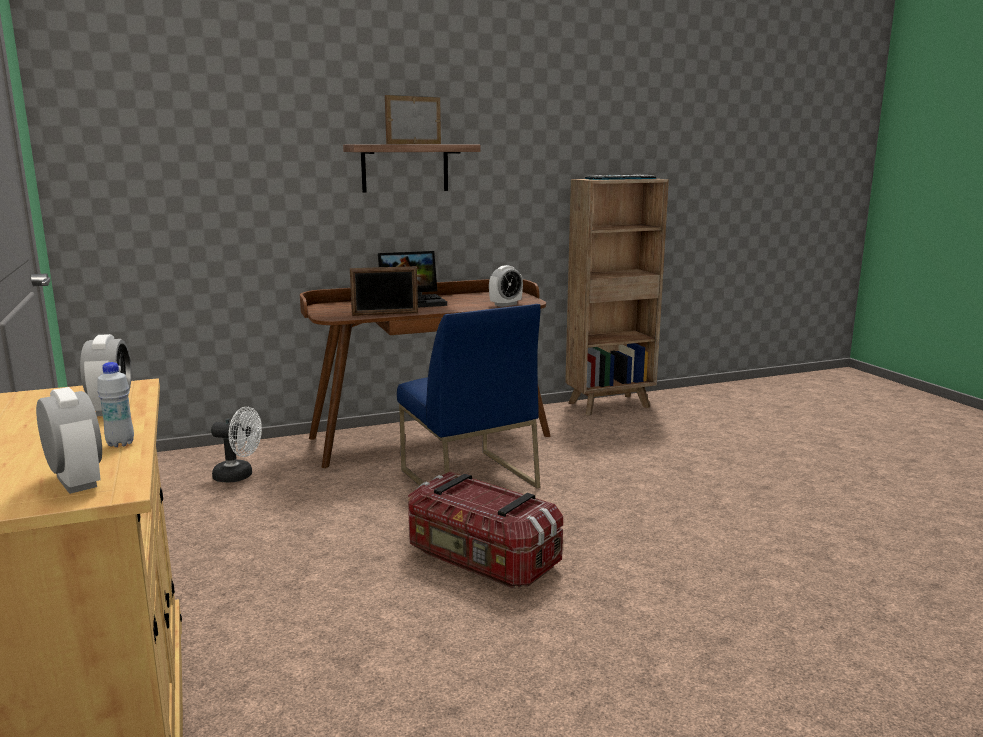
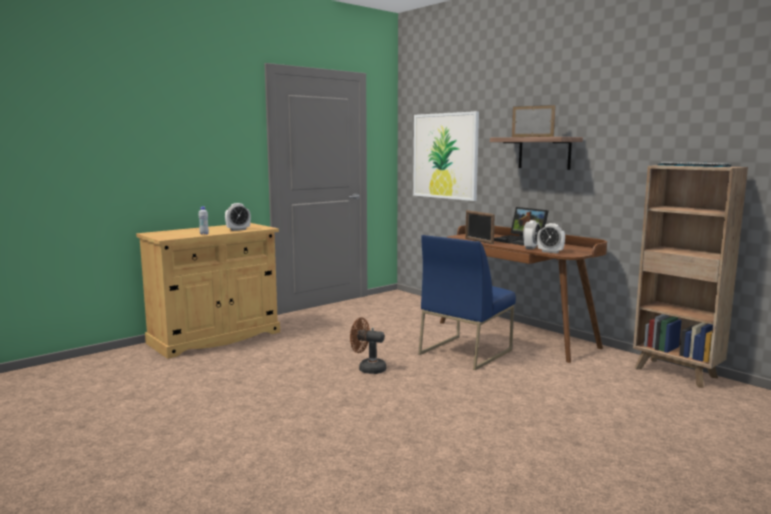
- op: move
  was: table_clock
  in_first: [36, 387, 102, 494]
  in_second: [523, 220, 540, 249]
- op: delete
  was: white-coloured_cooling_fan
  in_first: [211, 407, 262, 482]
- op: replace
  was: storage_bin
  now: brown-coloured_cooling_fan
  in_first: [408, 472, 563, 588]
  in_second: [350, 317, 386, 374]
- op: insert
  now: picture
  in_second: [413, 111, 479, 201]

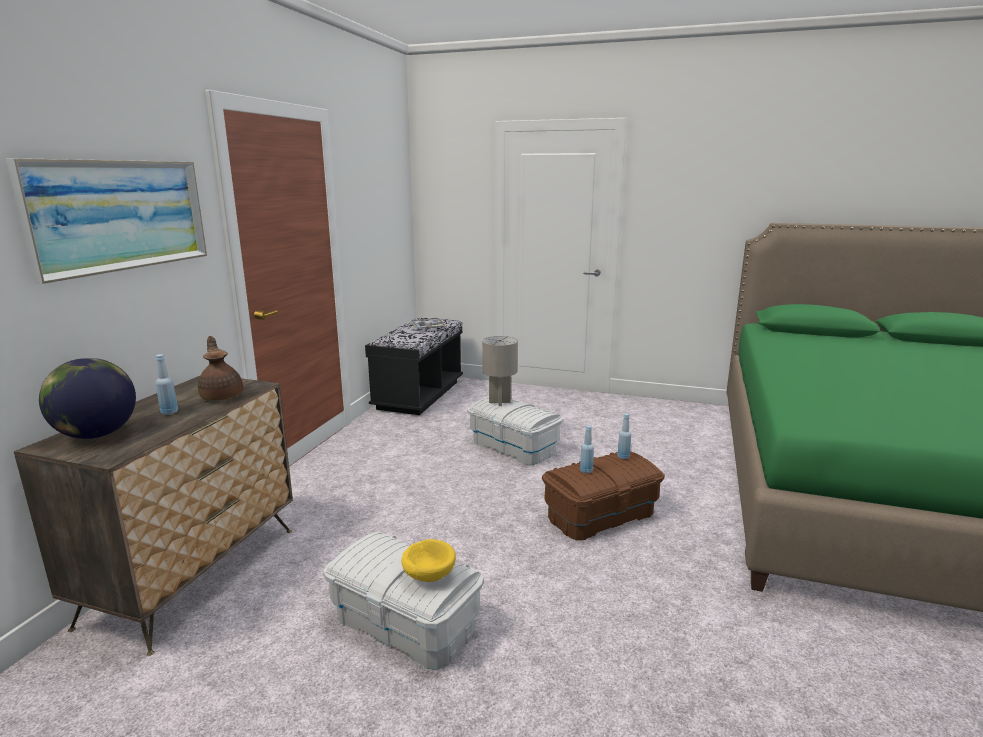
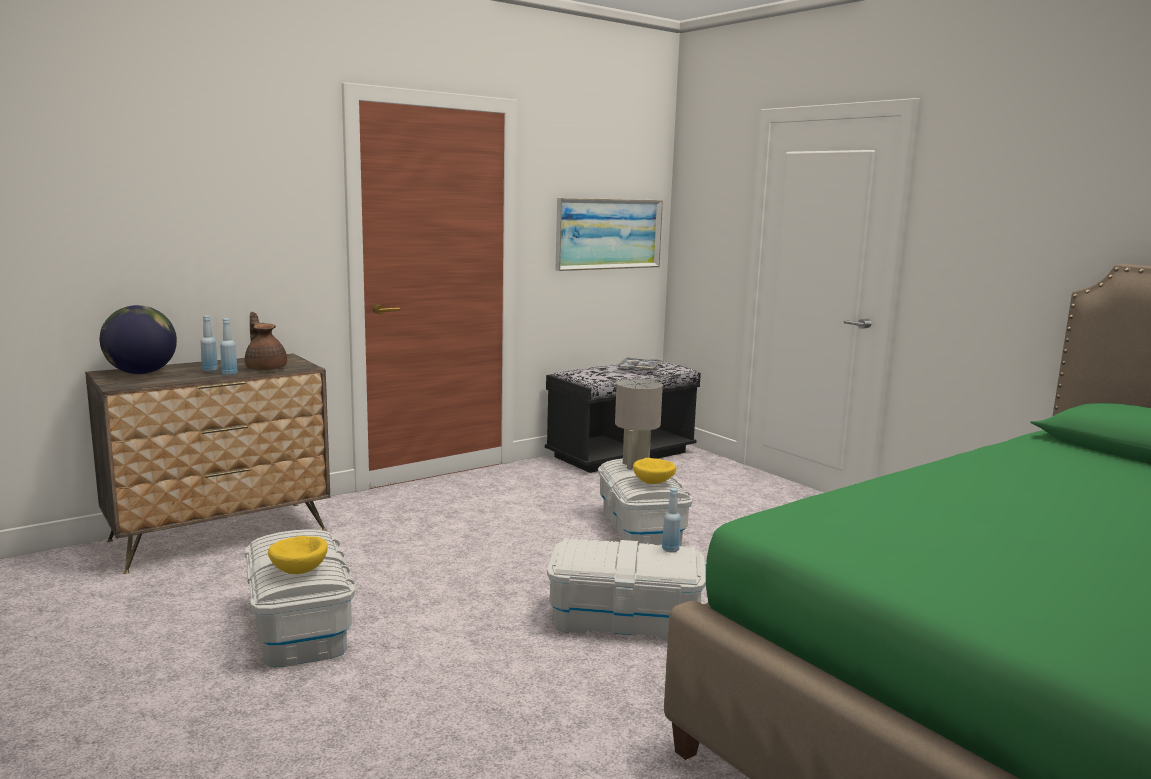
- op: move
  was: picture
  in_first: [6, 158, 207, 284]
  in_second: [556, 198, 663, 271]
- op: rotate
  was: brown-coloured_teapot
  in_first: [198, 336, 243, 401]
  in_second: [245, 312, 287, 371]
  clockwise: -45
- op: recolor
  was: brown-coloured_storage_bin
  now: white-coloured_storage_bin
  in_first: [542, 451, 665, 541]
  in_second: [547, 538, 706, 640]
- op: move
  was: bluish_drink_bottle
  in_first: [580, 425, 594, 473]
  in_second: [220, 318, 238, 376]
- op: insert
  now: yellow-coloured_serving_bowl
  in_second: [633, 458, 677, 484]

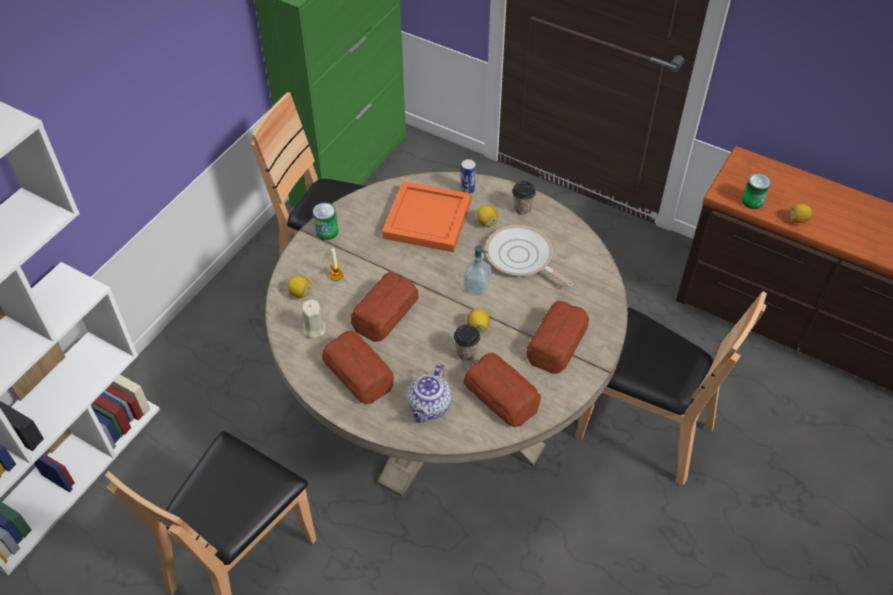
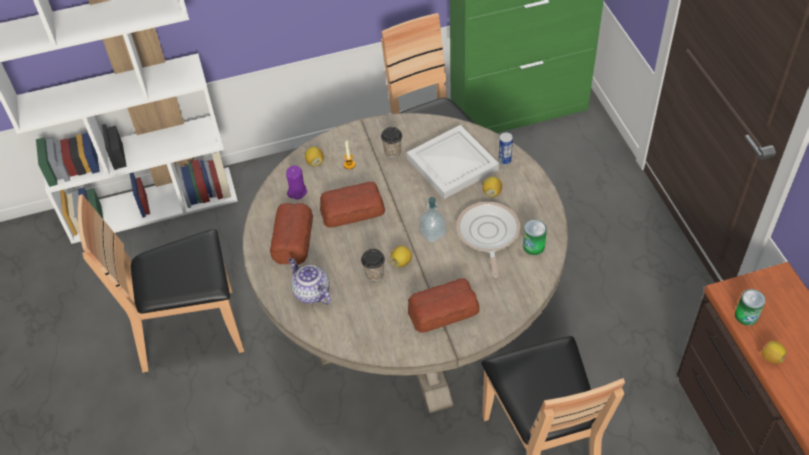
- op: recolor
  was: sand-coloured_wax_candle
  now: purplish_wax_candle
  in_first: [301, 300, 325, 339]
  in_second: [286, 165, 307, 200]
- op: move
  was: metal_can
  in_first: [313, 202, 338, 240]
  in_second: [523, 219, 547, 255]
- op: recolor
  was: orangey_carrying_tray
  now: white-coloured_carrying_tray
  in_first: [382, 181, 472, 253]
  in_second: [407, 125, 499, 199]
- op: rotate
  was: teapot
  in_first: [407, 363, 452, 423]
  in_second: [288, 258, 331, 305]
  clockwise: 75
- op: delete
  was: baked_bread
  in_first: [463, 353, 541, 427]
- op: move
  was: drinking_cup
  in_first: [512, 181, 536, 215]
  in_second: [381, 127, 402, 157]

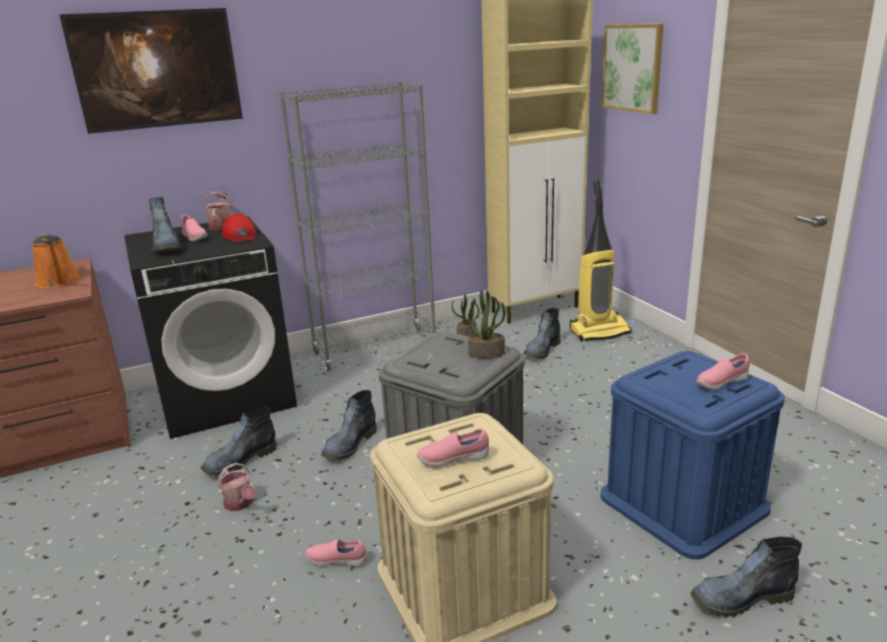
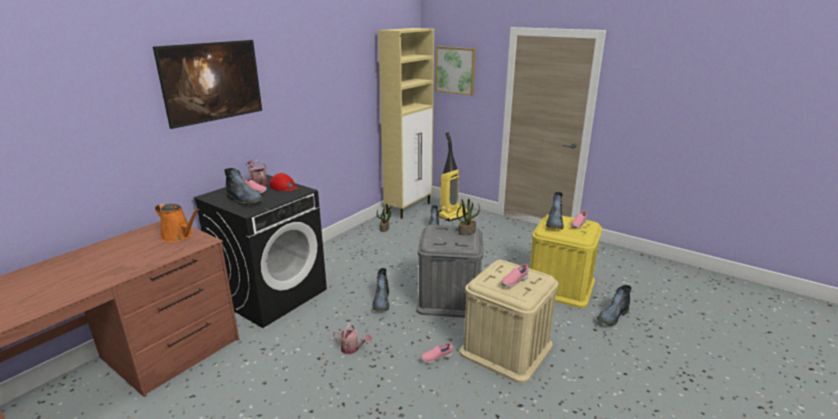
- op: move
  was: boot
  in_first: [201, 407, 277, 476]
  in_second: [546, 192, 564, 229]
- op: delete
  was: greyish_bookshelf
  in_first: [279, 81, 436, 371]
- op: recolor
  was: bluish_storage_bin
  now: yellow-coloured_storage_bin
  in_first: [601, 351, 785, 560]
  in_second: [530, 214, 602, 308]

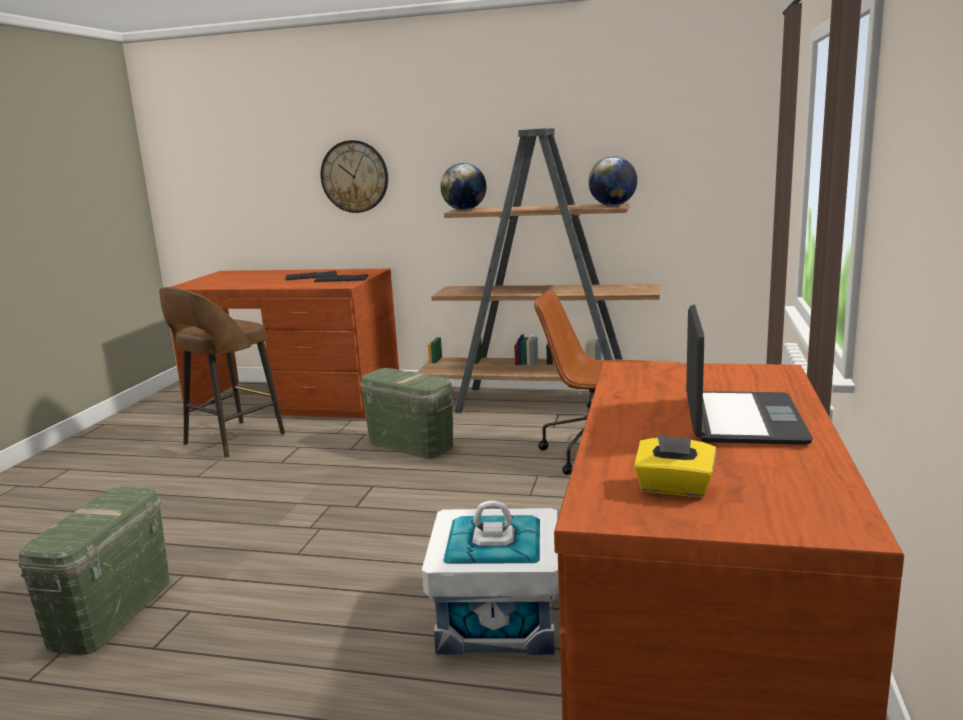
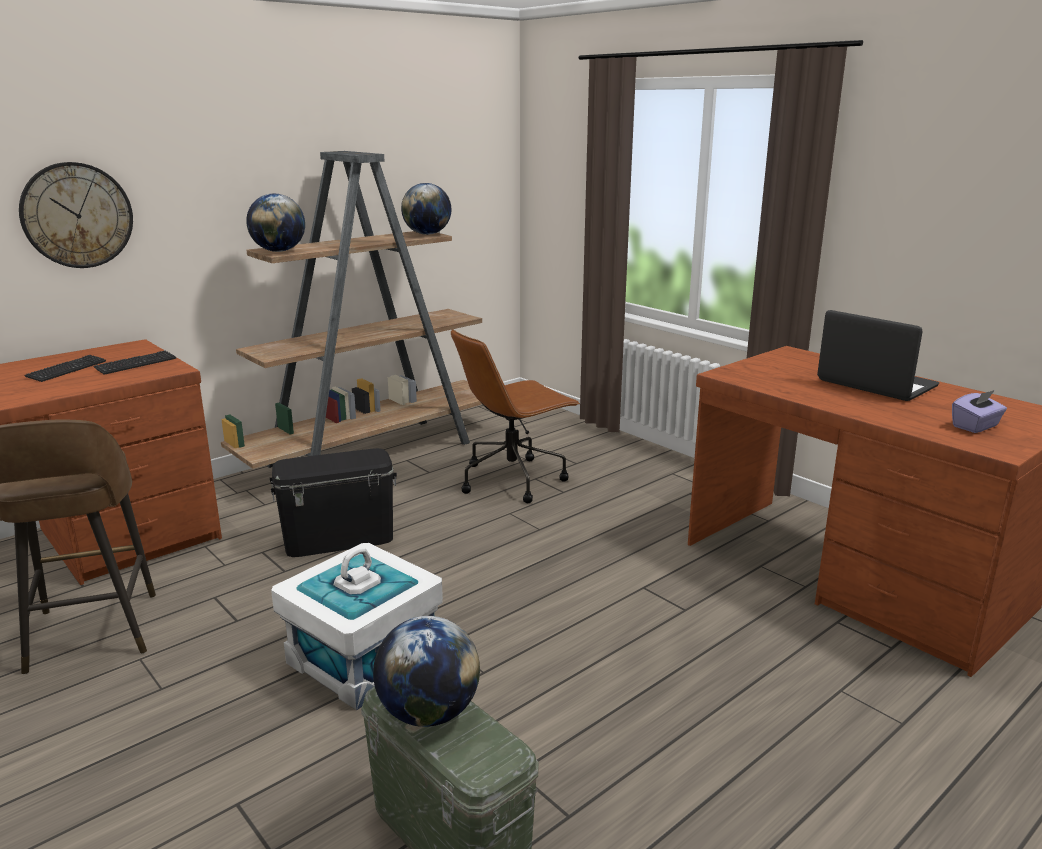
- op: recolor
  was: green-coloured_storage_bin
  now: blackish_storage_bin
  in_first: [360, 368, 454, 459]
  in_second: [269, 448, 397, 557]
- op: move
  was: white-coloured_storage_bin
  in_first: [422, 500, 559, 655]
  in_second: [271, 543, 443, 710]
- op: recolor
  was: yellow-coloured_box_of_tissues
  now: purplish_box_of_tissues
  in_first: [634, 434, 716, 497]
  in_second: [952, 390, 1007, 433]
- op: insert
  now: desk_globe
  in_second: [373, 616, 480, 727]

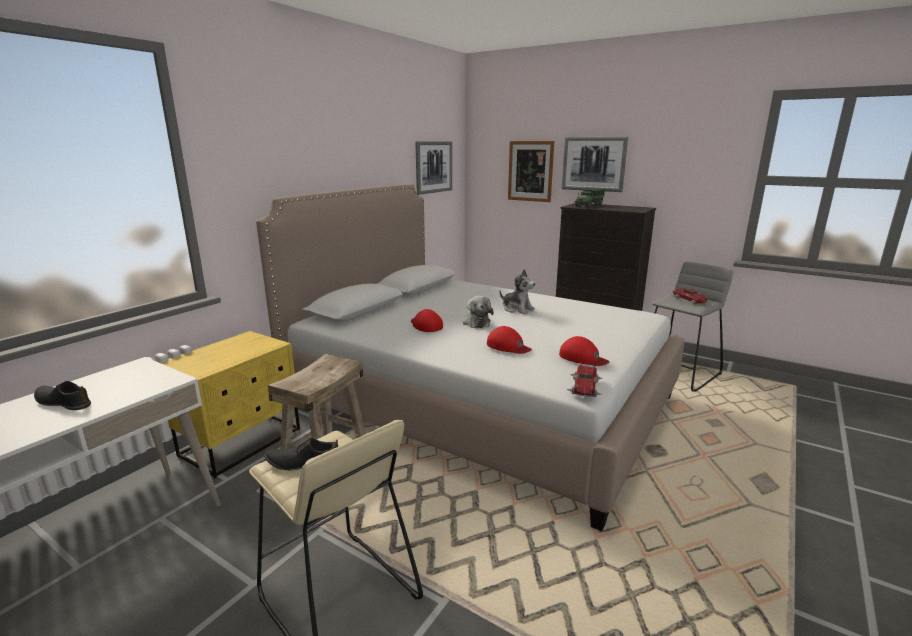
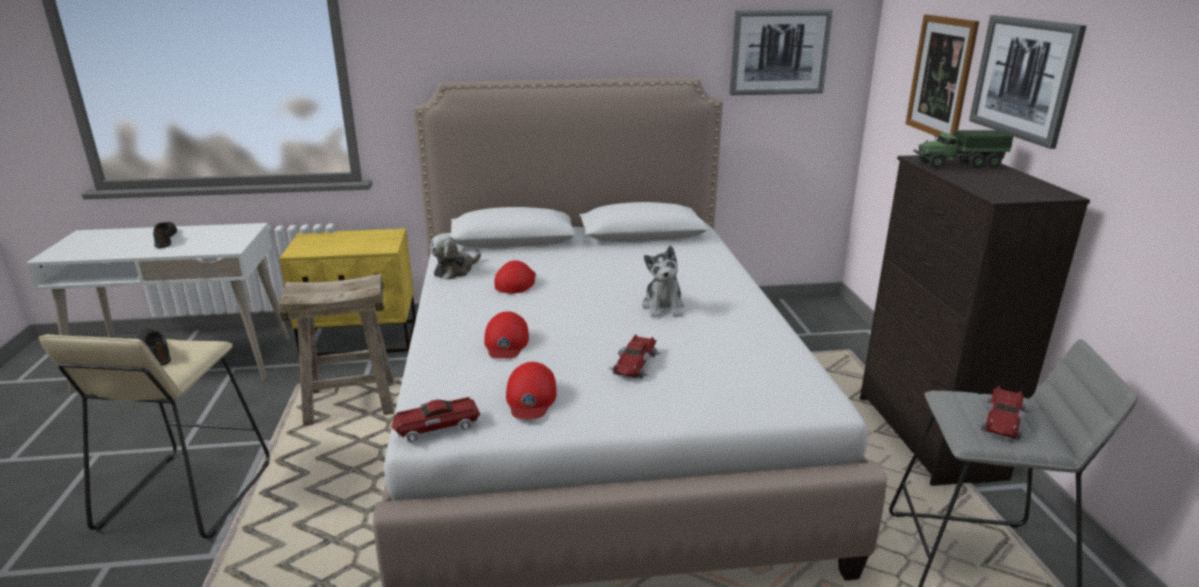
- op: move
  was: soft_toy
  in_first: [463, 296, 494, 328]
  in_second: [430, 235, 481, 280]
- op: insert
  now: miniature_car
  in_second: [609, 334, 661, 379]

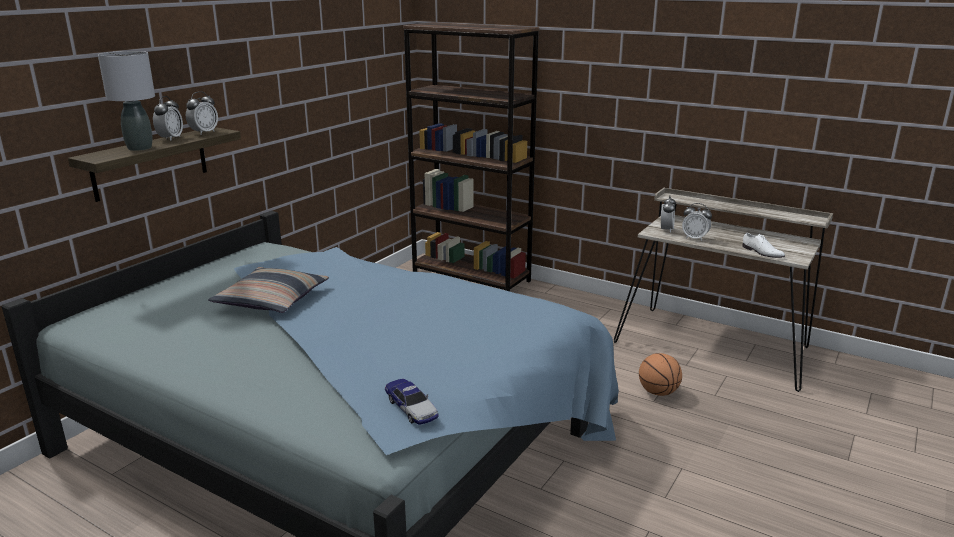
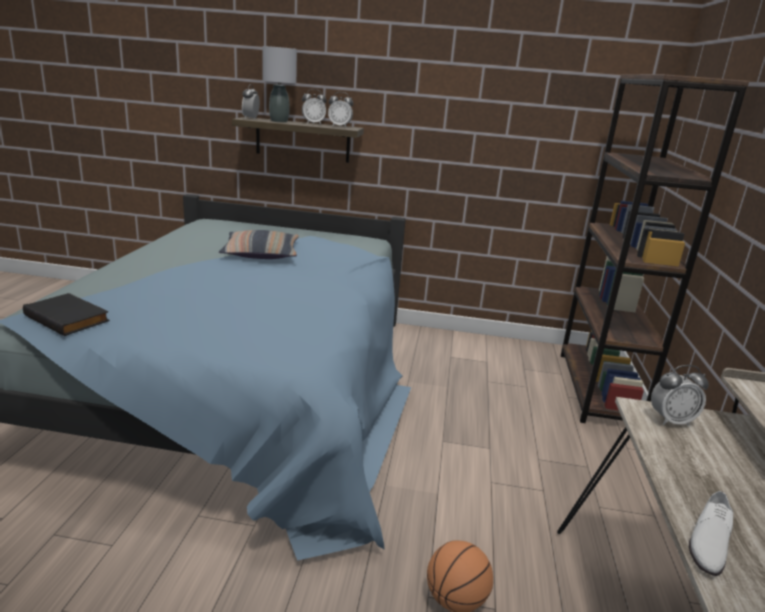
- op: replace
  was: miniature_car
  now: blackish_volume
  in_first: [385, 379, 439, 425]
  in_second: [23, 293, 110, 336]
- op: move
  was: table_clock
  in_first: [682, 203, 712, 241]
  in_second: [242, 84, 260, 119]

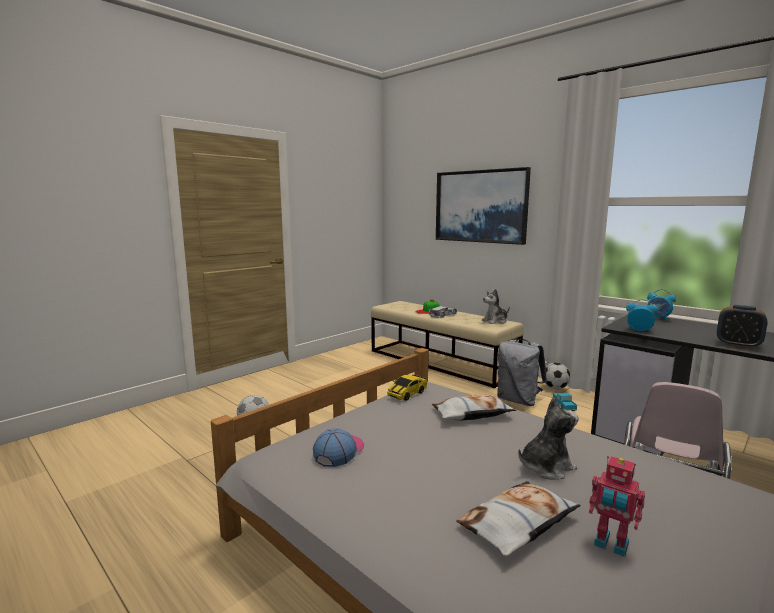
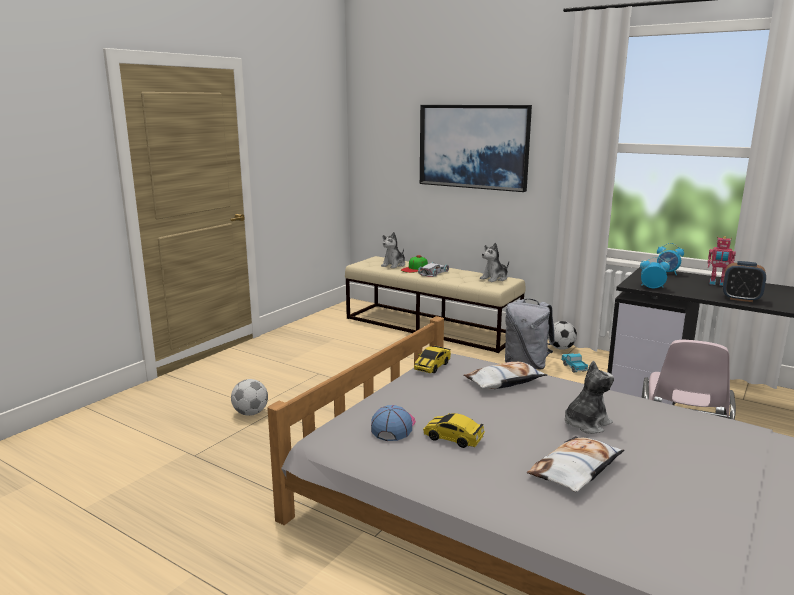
- op: move
  was: model_robot
  in_first: [589, 456, 645, 557]
  in_second: [708, 236, 736, 286]
- op: insert
  now: soft_toy
  in_second: [381, 232, 405, 269]
- op: insert
  now: miniature_car
  in_second: [423, 413, 485, 448]

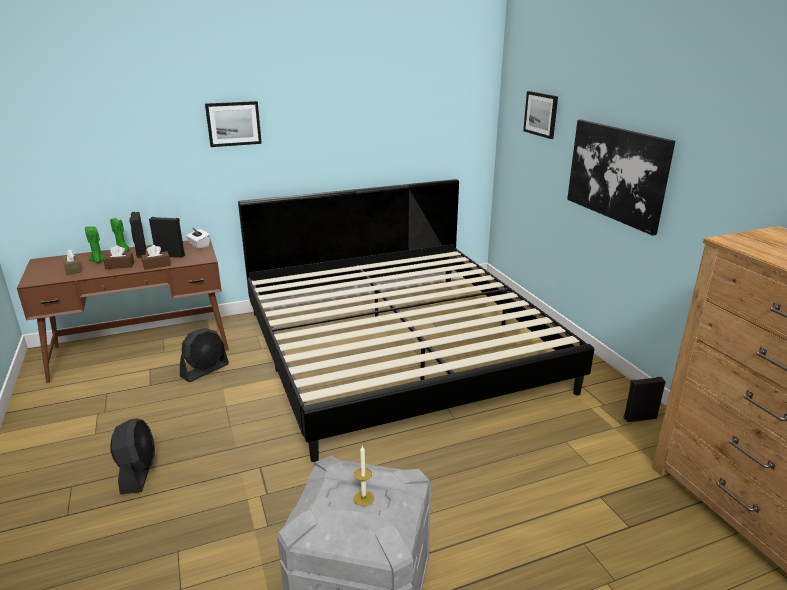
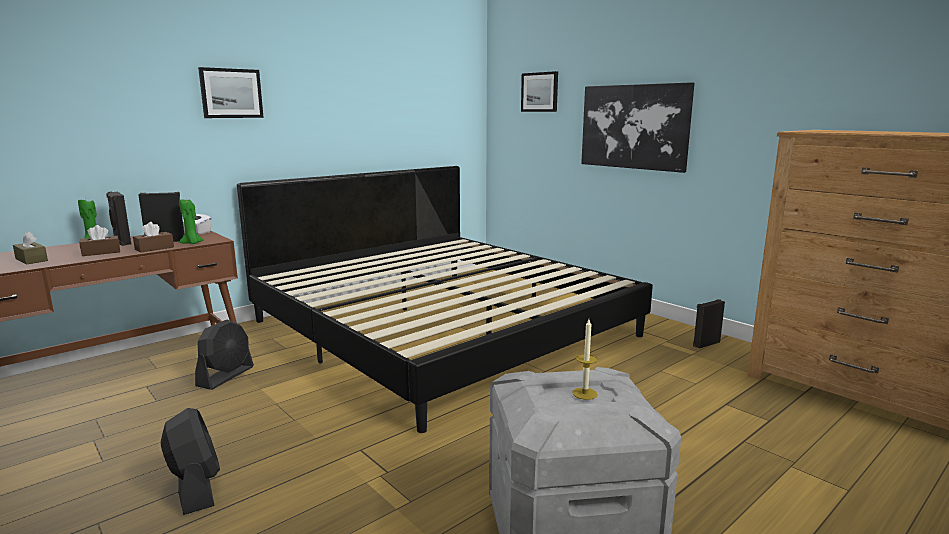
- op: move
  was: green-coloured_wax_candle
  in_first: [85, 226, 105, 263]
  in_second: [179, 198, 203, 244]

